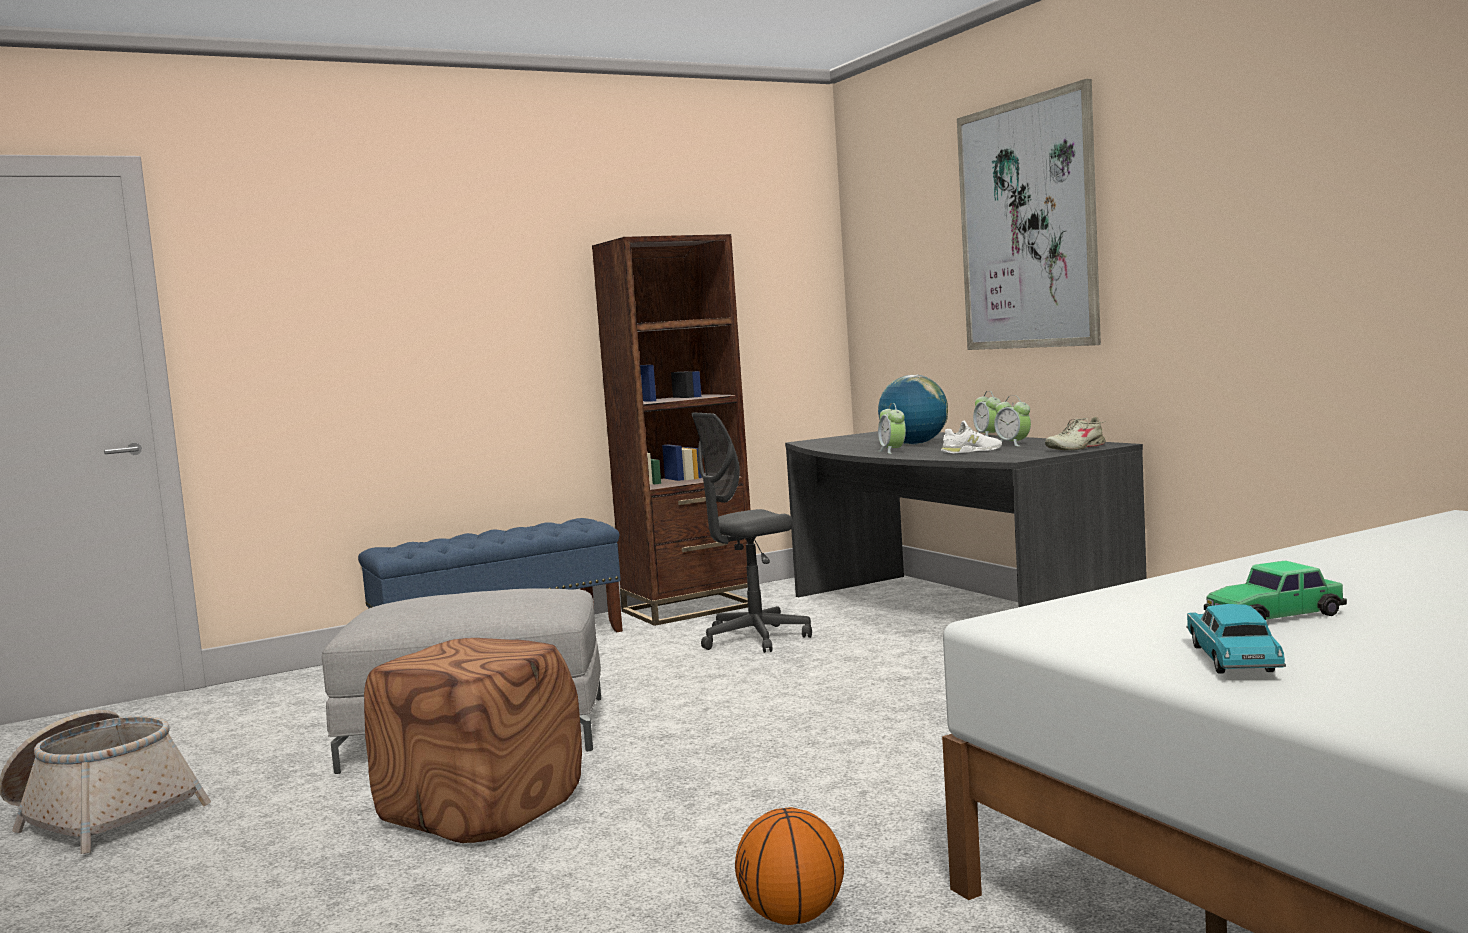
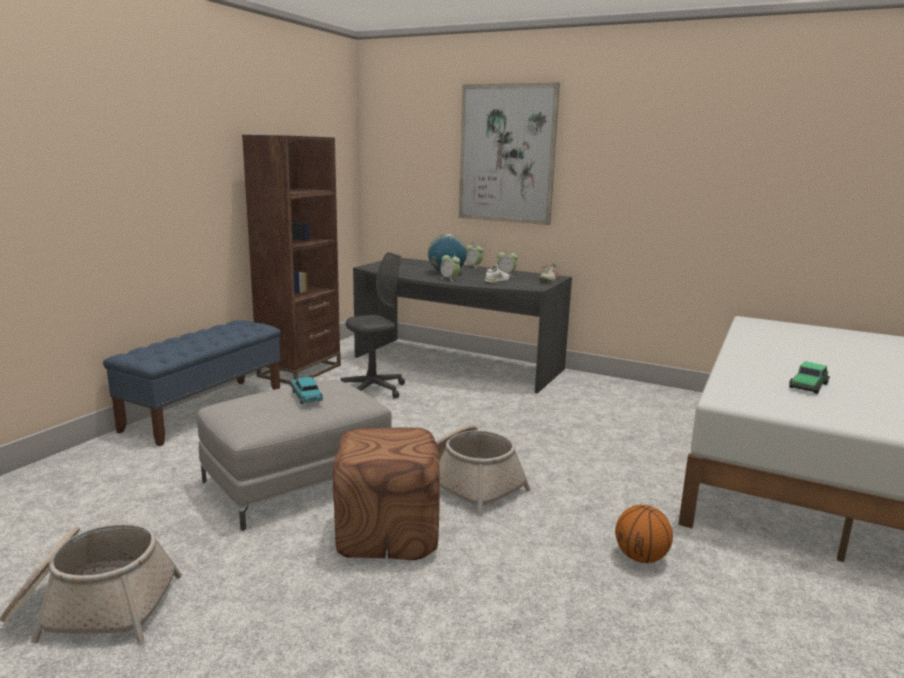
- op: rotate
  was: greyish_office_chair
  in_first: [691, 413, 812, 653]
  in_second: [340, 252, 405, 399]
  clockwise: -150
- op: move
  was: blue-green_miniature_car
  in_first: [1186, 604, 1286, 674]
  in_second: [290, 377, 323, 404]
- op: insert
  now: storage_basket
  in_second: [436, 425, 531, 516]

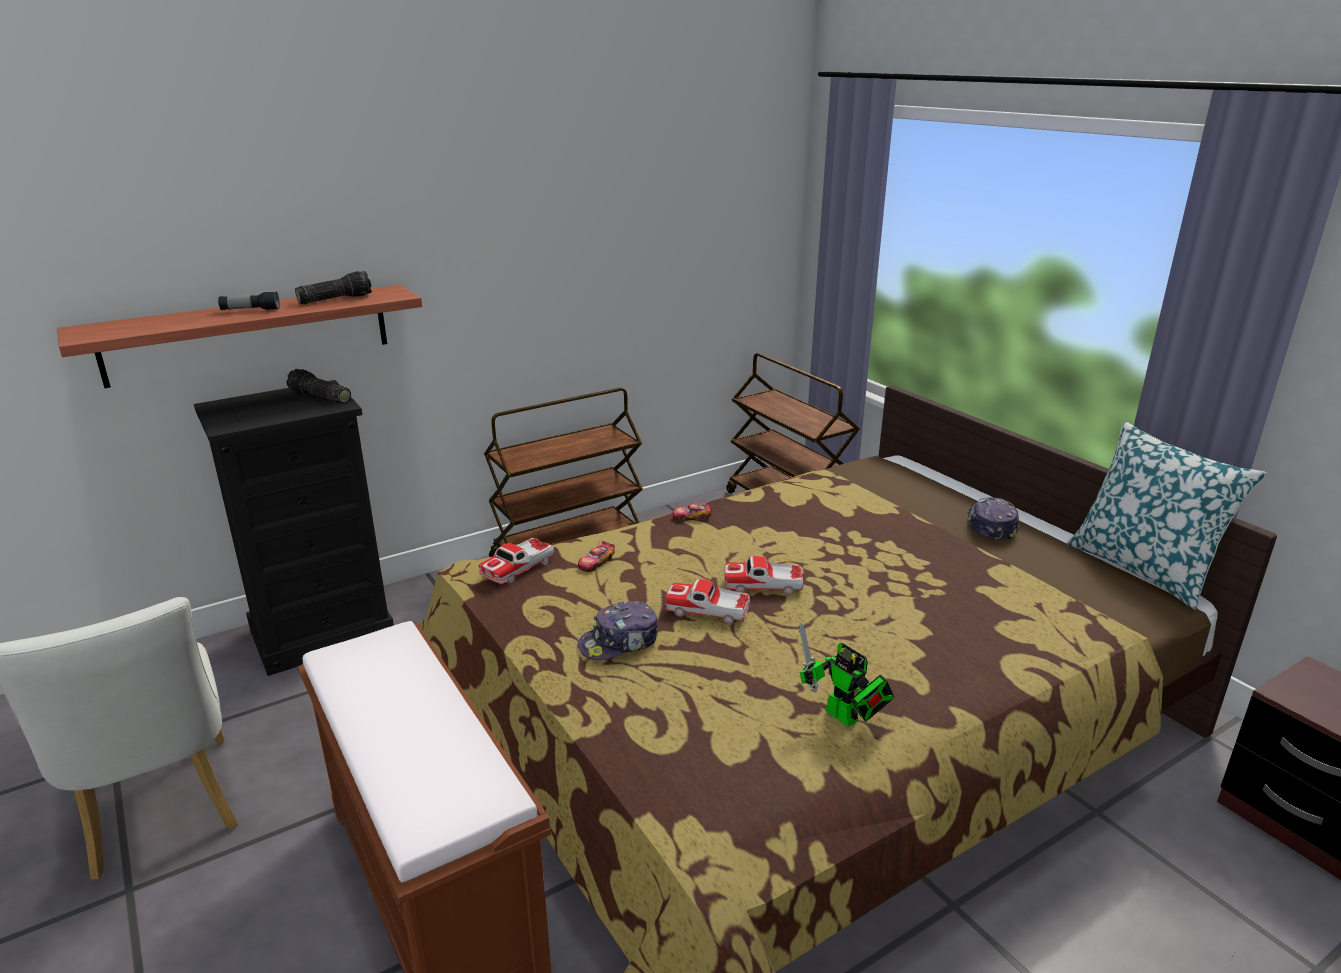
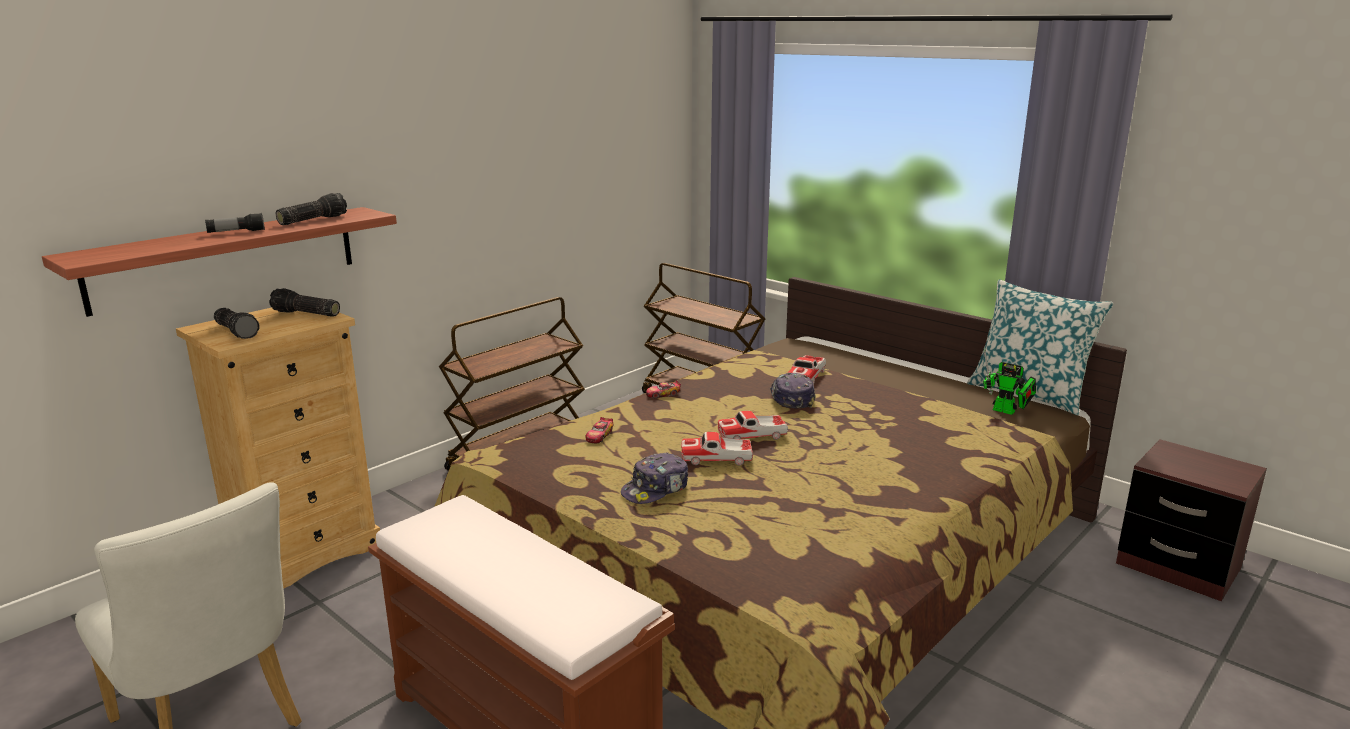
- op: recolor
  was: blackish_dresser
  now: sand-coloured_dresser
  in_first: [194, 380, 394, 676]
  in_second: [176, 308, 380, 589]
- op: move
  was: miniature_car
  in_first: [479, 538, 555, 584]
  in_second: [788, 355, 826, 384]
- op: move
  was: model_robot
  in_first: [799, 623, 894, 727]
  in_second: [983, 348, 1036, 415]
- op: move
  was: baseball_cap
  in_first: [967, 497, 1019, 541]
  in_second: [770, 373, 816, 408]
- op: insert
  now: torch
  in_second: [214, 308, 260, 339]

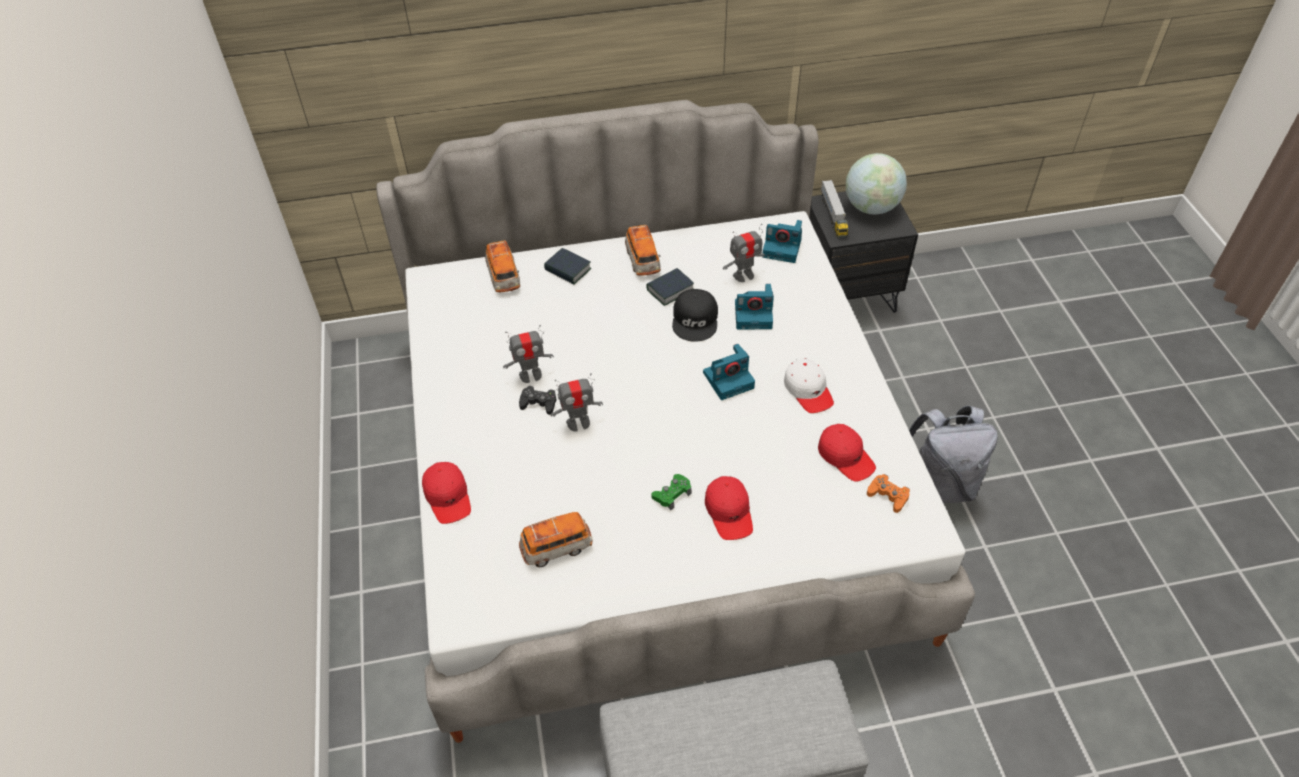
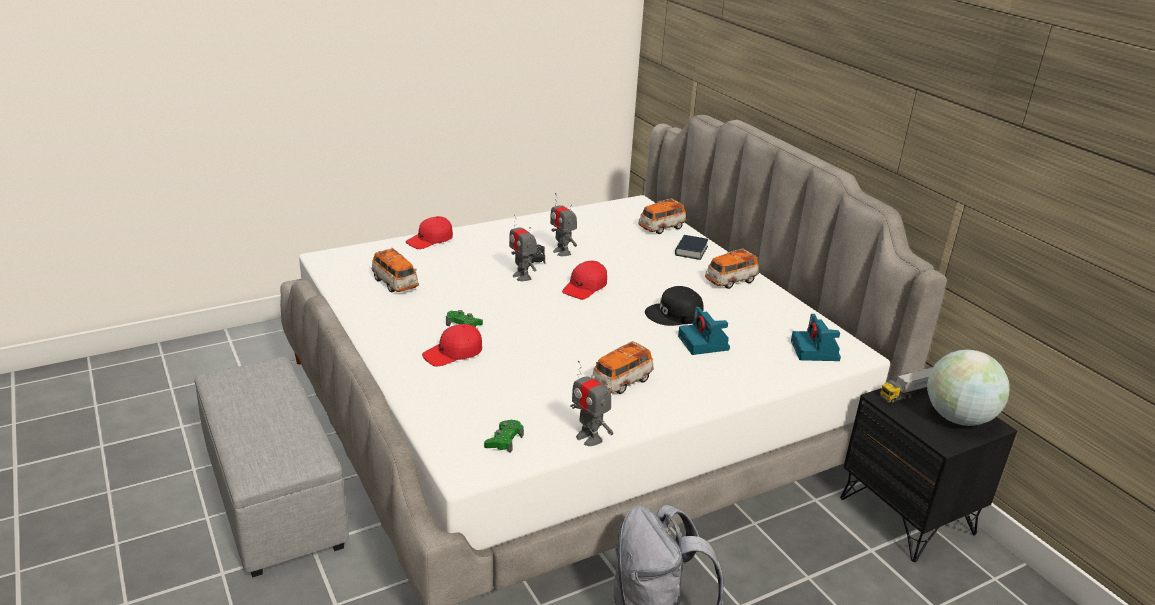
- op: delete
  was: volume
  in_first: [646, 268, 694, 306]
- op: delete
  was: still_camera
  in_first: [703, 344, 755, 400]
- op: move
  was: model_robot
  in_first: [723, 224, 766, 282]
  in_second: [571, 361, 613, 446]
- op: replace
  was: white-coloured_baseball_cap
  now: miniature_car
  in_first: [784, 358, 834, 413]
  in_second: [591, 341, 654, 394]
- op: move
  was: reddish_baseball_cap
  in_first: [818, 424, 876, 482]
  in_second: [562, 261, 607, 300]
- op: recolor
  was: orangey_joypad
  now: green-coloured_joypad
  in_first: [867, 474, 910, 513]
  in_second: [484, 420, 524, 453]

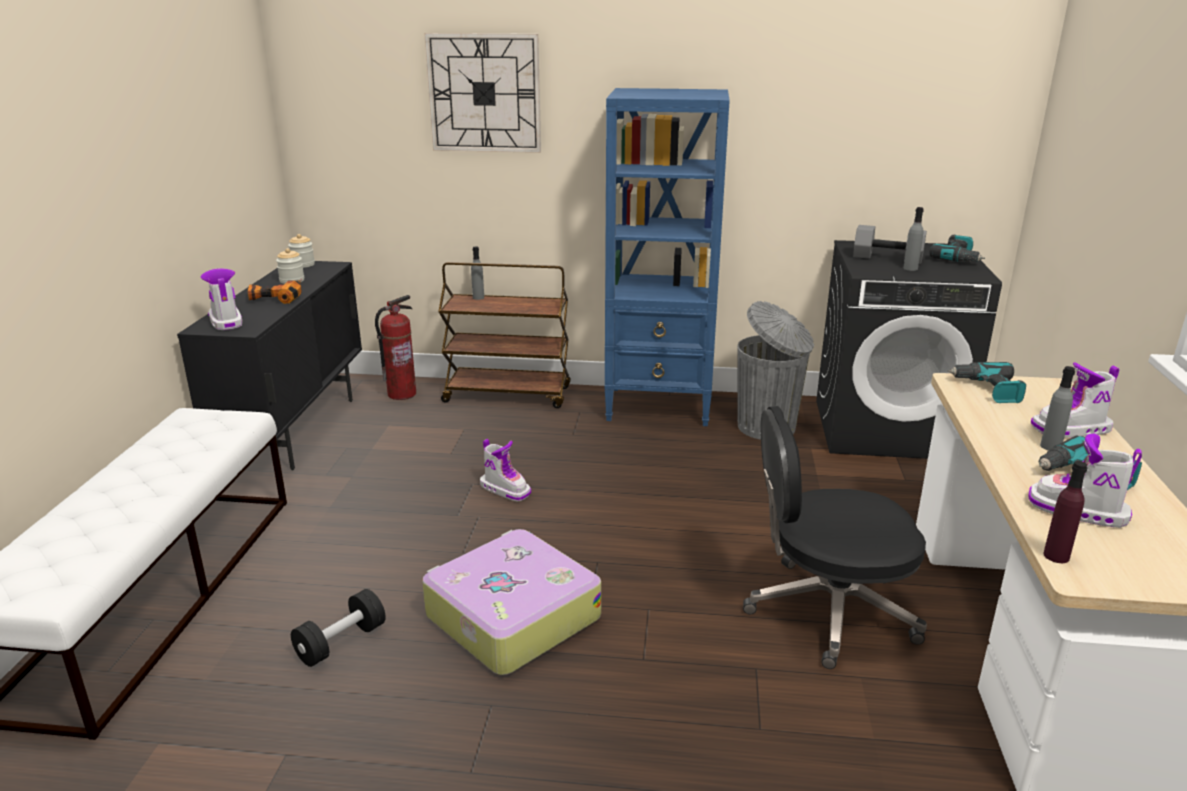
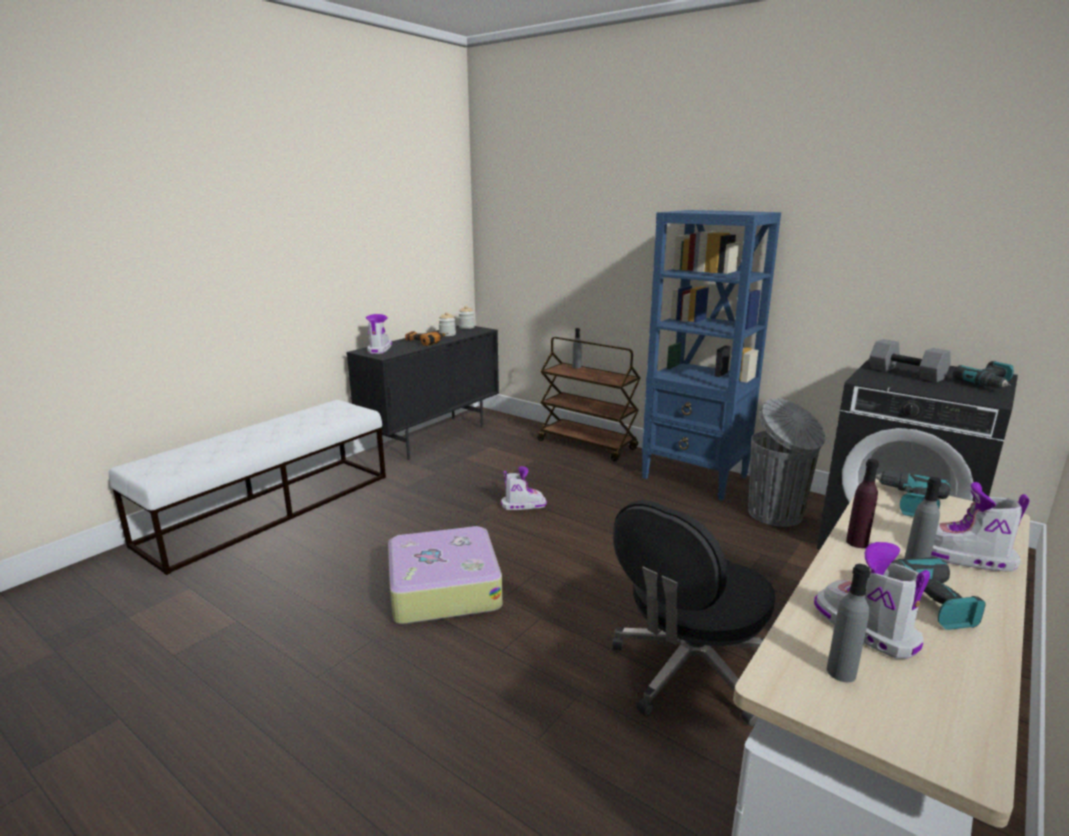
- op: delete
  was: blackish_free_weight
  in_first: [291, 589, 386, 667]
- op: delete
  was: fire_extinguisher
  in_first: [375, 295, 416, 400]
- op: delete
  was: clock_on_the_wall
  in_first: [424, 33, 541, 153]
- op: rotate
  was: boot
  in_first: [480, 439, 531, 502]
  in_second: [501, 466, 547, 510]
  clockwise: -75
- op: rotate
  was: blackish_office_chair
  in_first: [743, 406, 927, 669]
  in_second: [612, 500, 775, 726]
  clockwise: -75
- op: move
  was: greyish_drink_bottle
  in_first: [904, 207, 924, 271]
  in_second: [827, 564, 870, 682]
- op: move
  was: purplish_drink_bottle
  in_first: [1044, 461, 1087, 563]
  in_second: [846, 459, 879, 548]

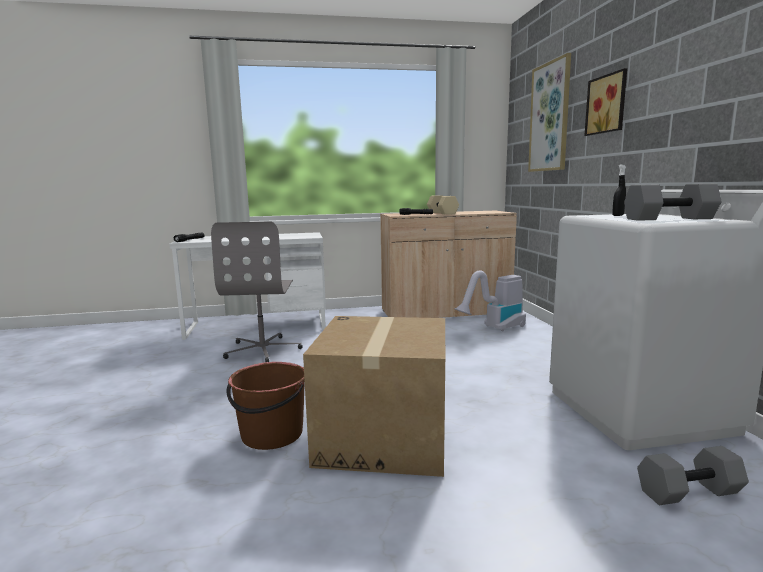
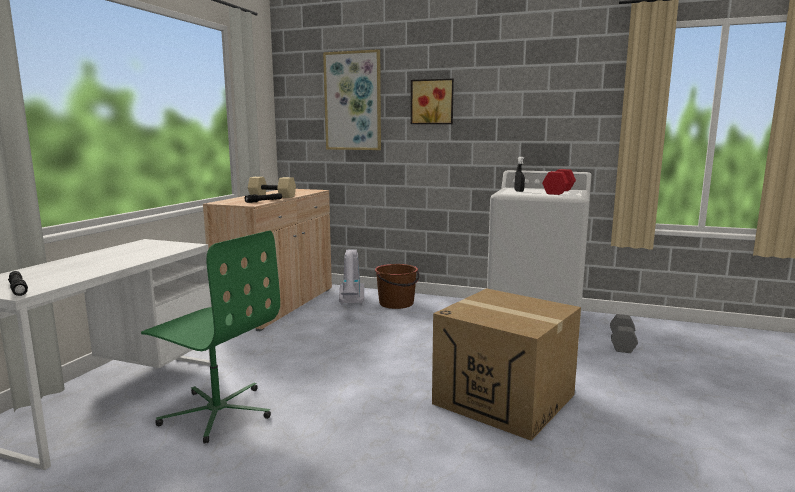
- op: recolor
  was: greyish_office_chair
  now: green-coloured_office_chair
  in_first: [211, 221, 303, 362]
  in_second: [141, 230, 280, 444]
- op: move
  was: brown-coloured_water_bucket
  in_first: [226, 362, 305, 450]
  in_second: [375, 264, 420, 309]
- op: recolor
  was: greyish_free_weight
  now: reddish_free_weight
  in_first: [624, 184, 721, 221]
  in_second: [542, 169, 576, 195]

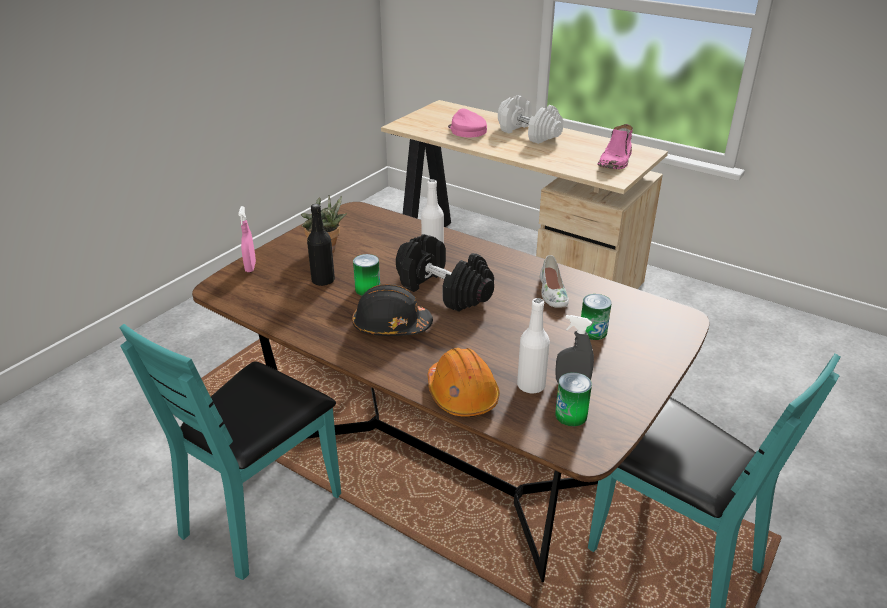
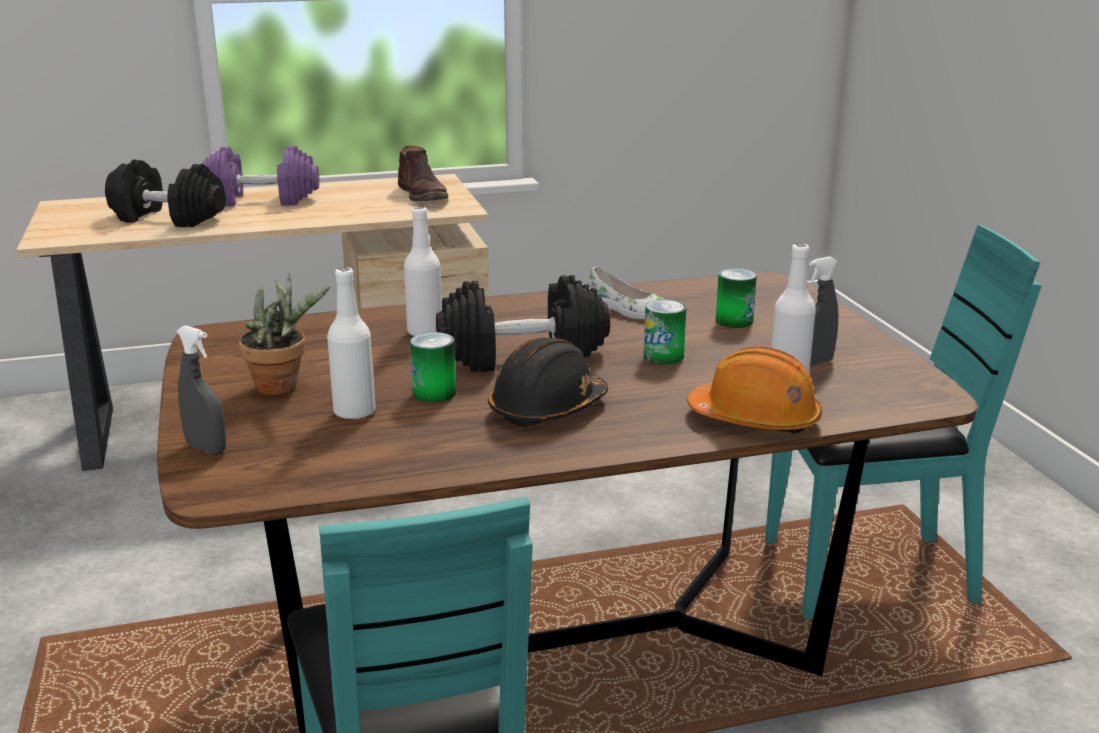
- op: recolor
  was: pink-coloured_hand_sprayer
  now: greyish_hand_sprayer
  in_first: [238, 206, 256, 272]
  in_second: [177, 325, 226, 454]
- op: recolor
  was: blackish_drink_bottle
  now: white-coloured_drink_bottle
  in_first: [307, 204, 335, 286]
  in_second: [327, 267, 376, 419]
- op: replace
  was: pink-coloured_baseball_cap
  now: blackish_free_weight
  in_first: [448, 108, 487, 137]
  in_second: [105, 159, 226, 227]
- op: recolor
  was: white-coloured_free_weight
  now: purplish_free_weight
  in_first: [498, 95, 563, 144]
  in_second: [202, 146, 319, 206]
- op: move
  was: metal_can
  in_first: [555, 372, 592, 426]
  in_second: [644, 299, 686, 364]
- op: recolor
  was: pink-coloured_boot
  now: brown-coloured_boot
  in_first: [598, 124, 633, 169]
  in_second: [398, 145, 448, 202]

